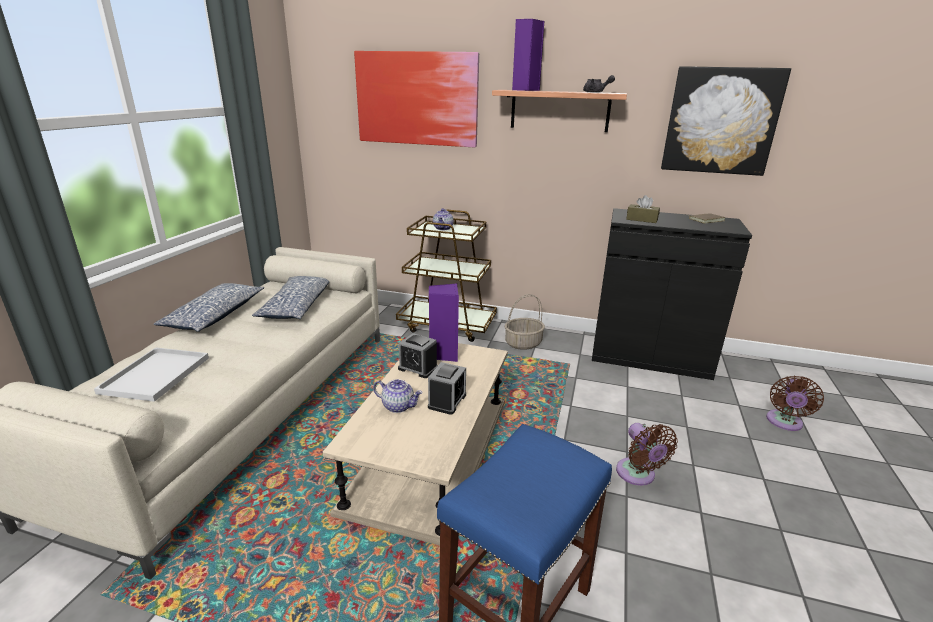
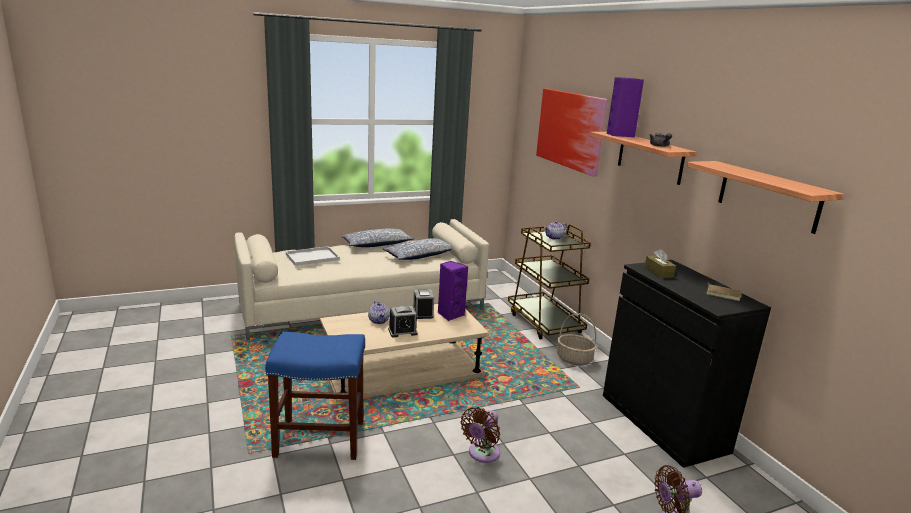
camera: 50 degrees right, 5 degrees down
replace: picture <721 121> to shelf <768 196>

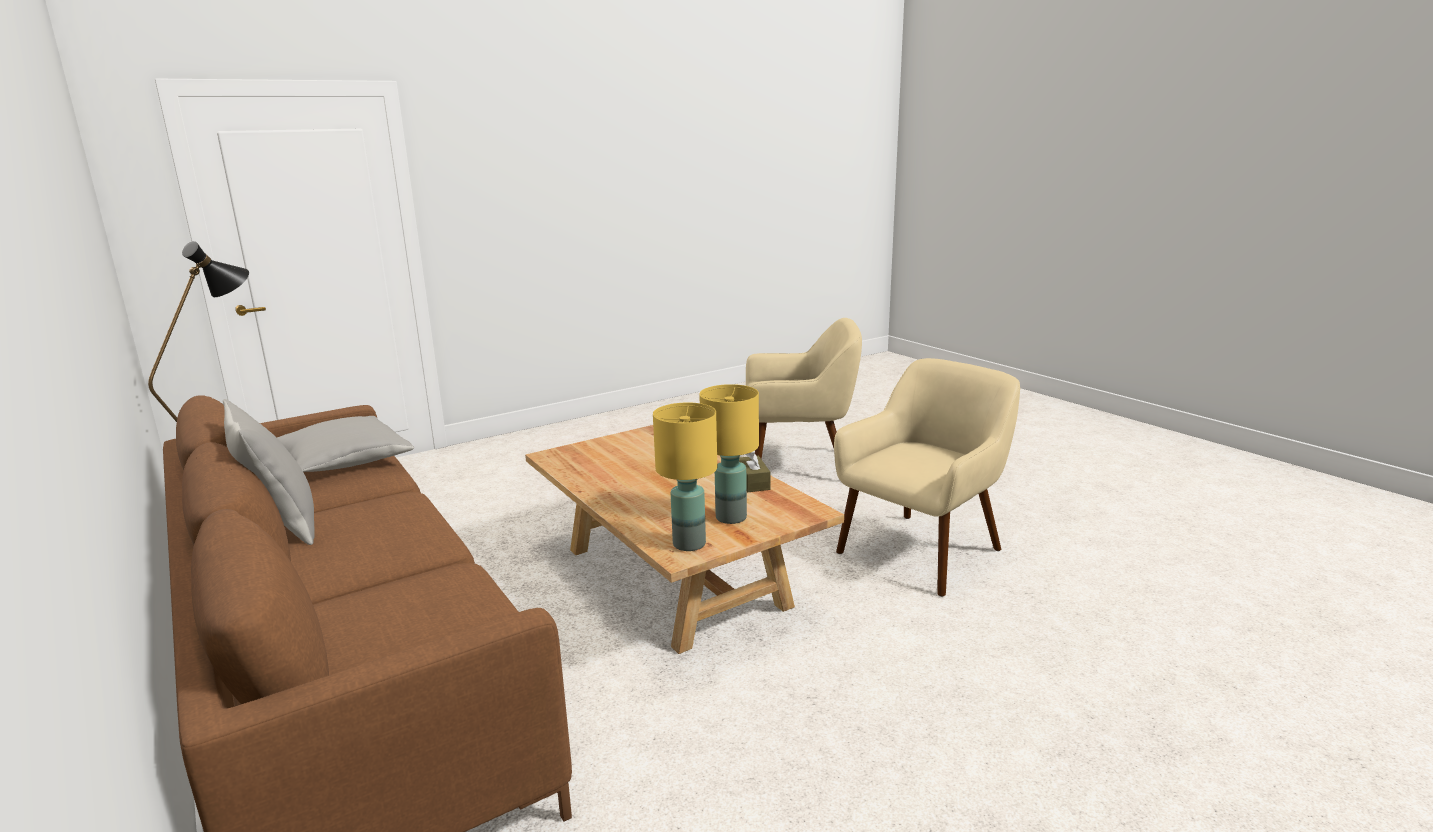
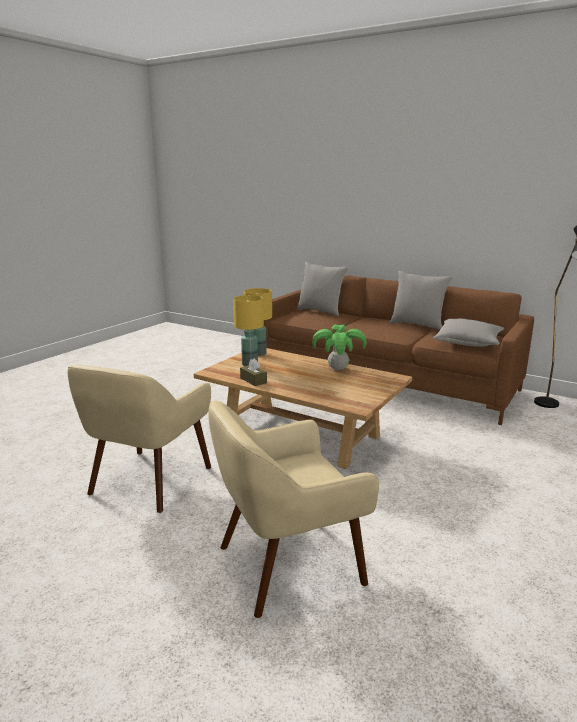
camera: 155 degrees right, 0 degrees up
insert: pillow in grey <321 311>; potted plant <337 369>

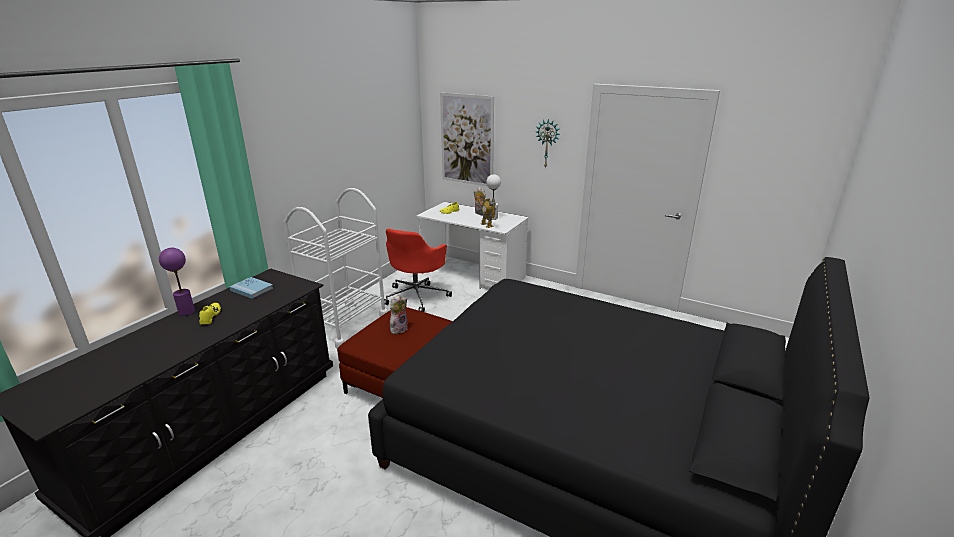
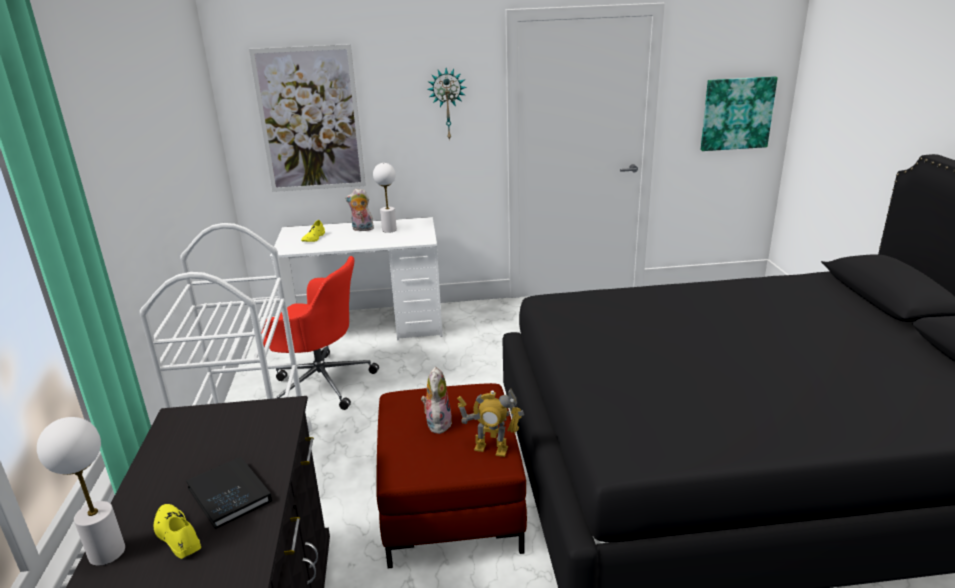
camera: 35 degrees left, 0 degrees up
delete: book in blue <252 289>
insert: picture <736 113>; book in black <229 494>
move: toy robot <486 225> to <491 449>
recolor: table lamp in purple <186 312> to table lamp in white <106 552>
rotate: office chair in red <417 296> = <321 383> 60 degrees counterclockwise

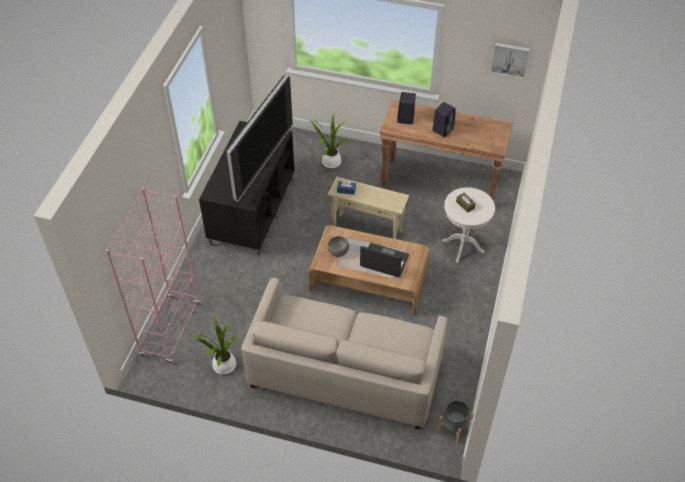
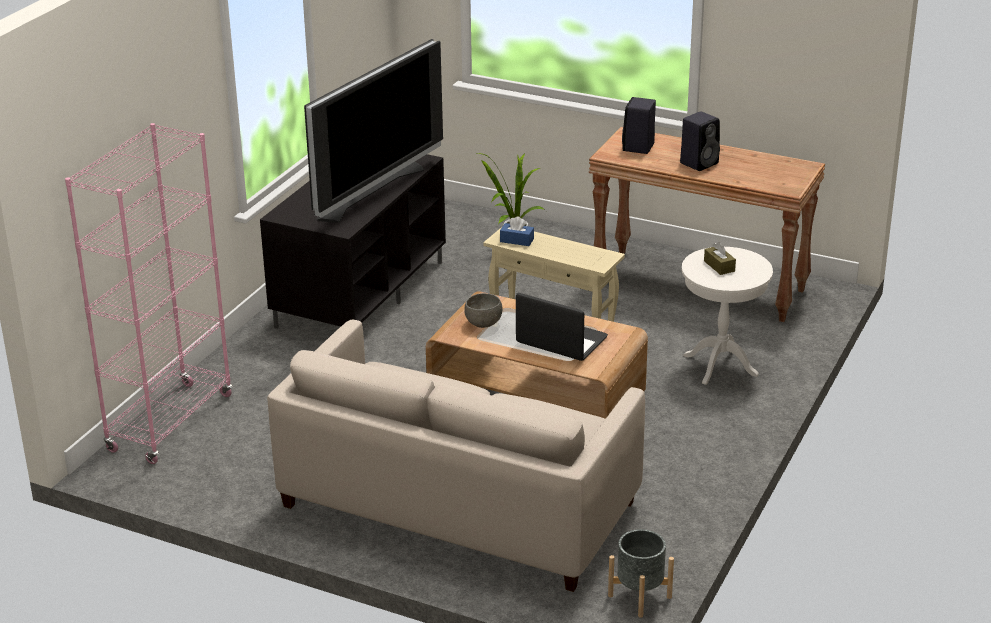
camera: 10 degrees right, 20 degrees down
delete: picture <510 59>; potted plant <222 366>

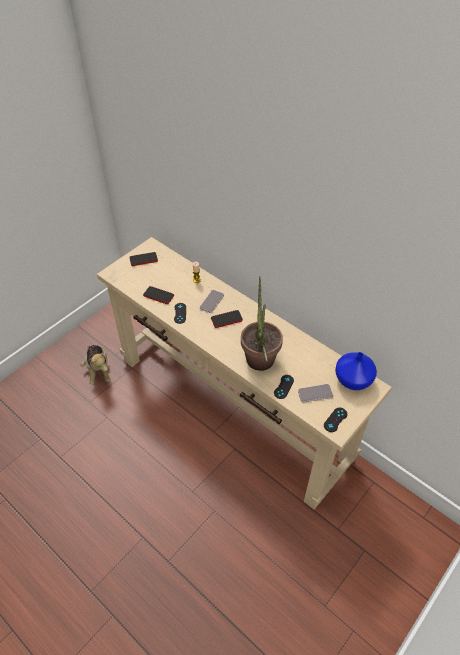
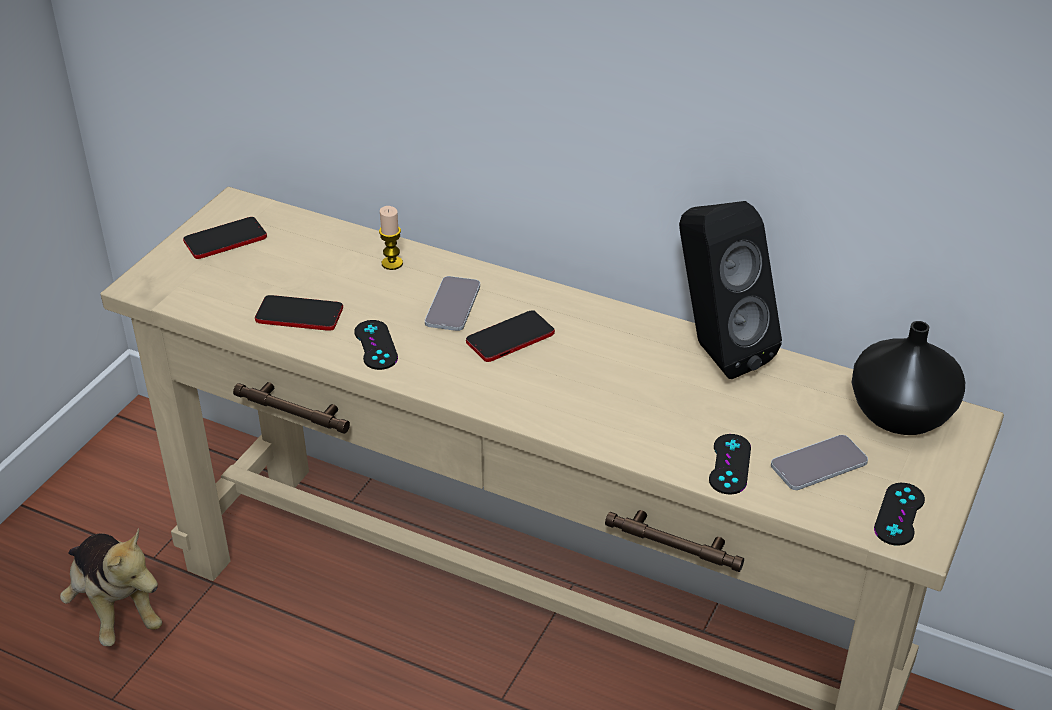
camera: 15 degrees left, 10 degrees down
delete: potted plant <259 365>
insert: speaker in black <716 352>
recolor: vase in blue <353 379> to vase in black <900 413>

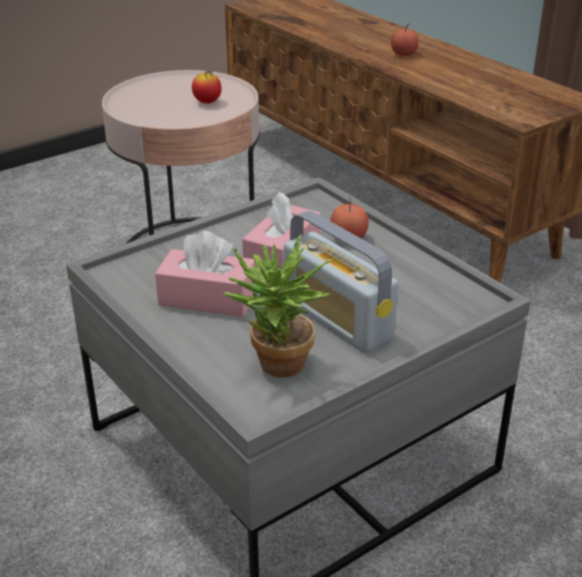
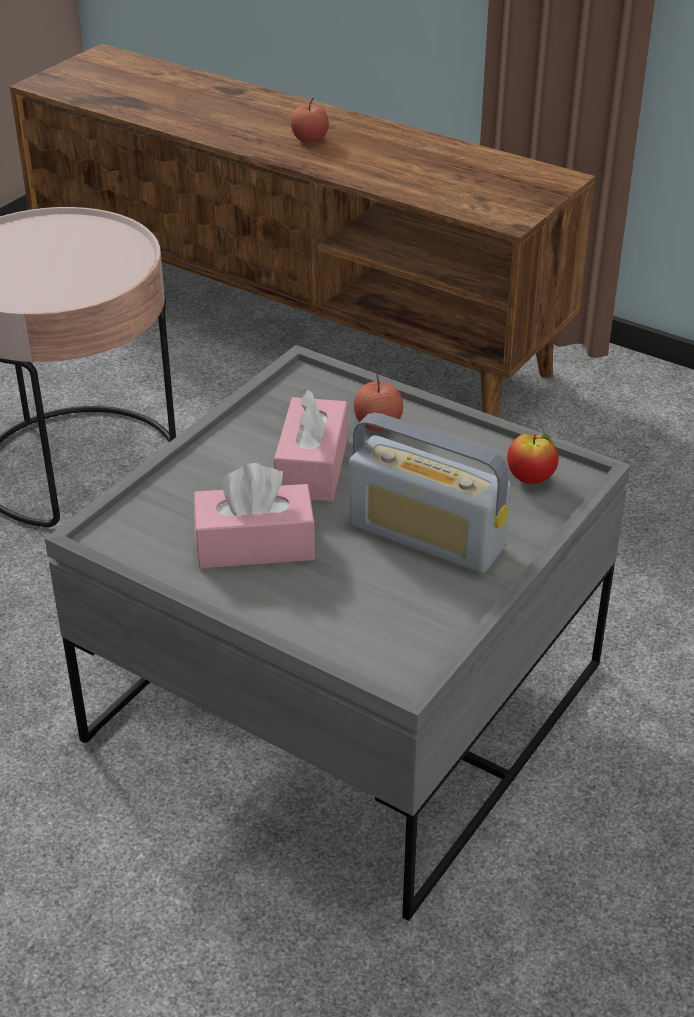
camera: 20 degrees left, 5 degrees up
delete: potted plant <277 369>
move: apple <207 102> to <530 479>

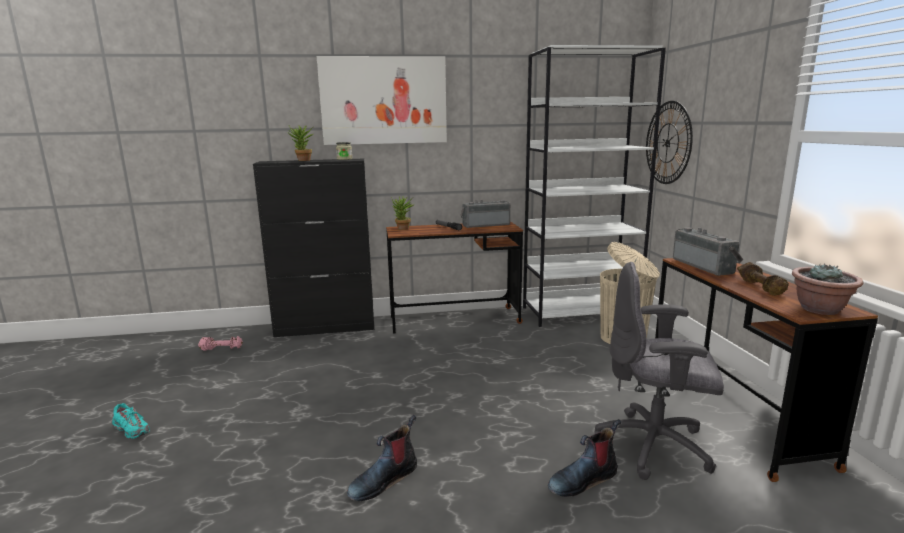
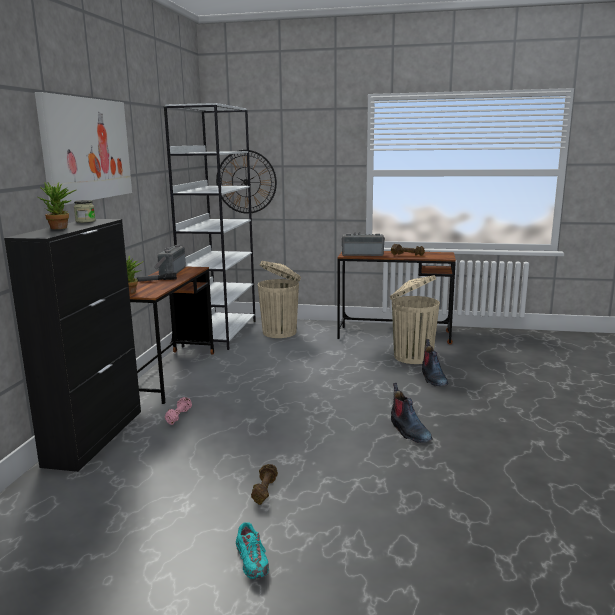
camera: 70 degrees left, 0 degrees up
delete: potted plant <820 309>
insert: dumbbell in brown <264 491>
move: dumbbell in pink <222 349> to <178 416>
replace: office chair in grey <655 446> to trash can in beige <412 357>
rotate: shoe in turquoise <132 431> = <252 562> 105 degrees clockwise

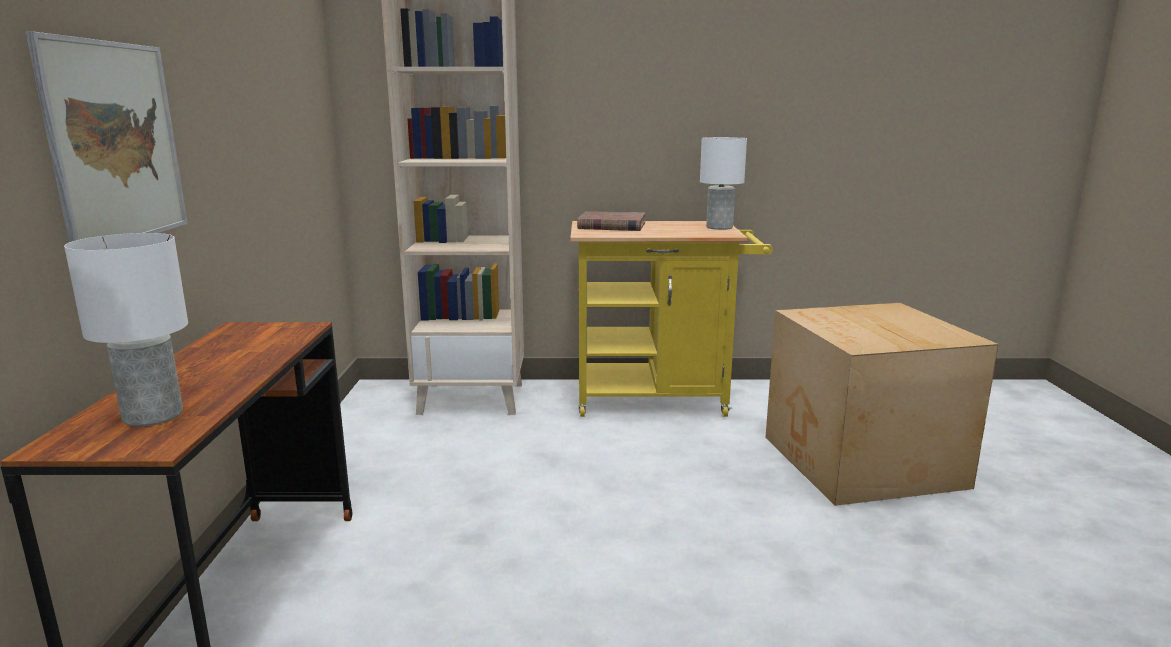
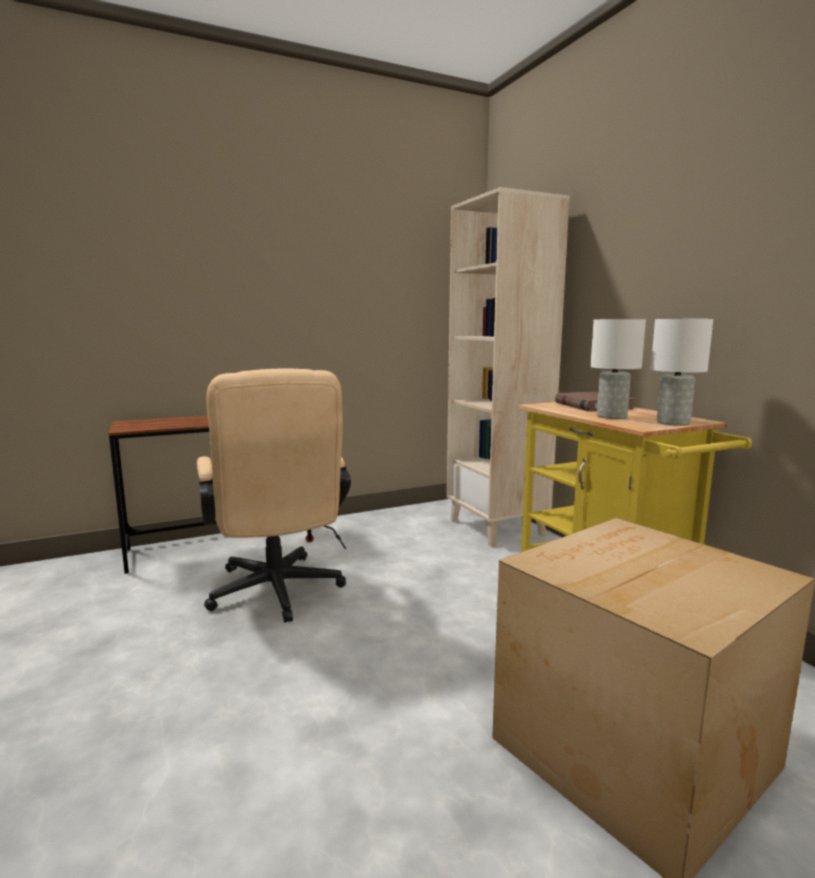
camera: 65 degrees right, 5 degrees down
delete: picture <116 143>
insert: office chair in beige <277 594>
move: table lamp in white <152 416> to <611 416>

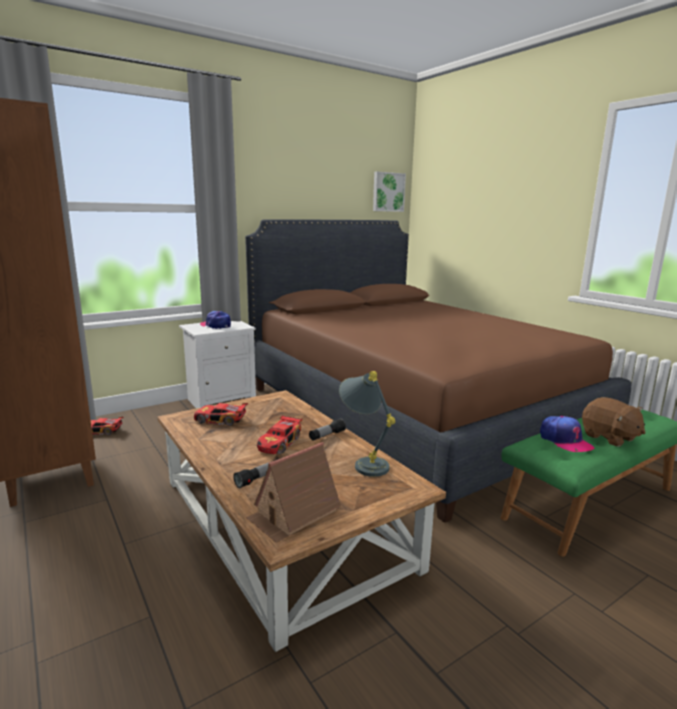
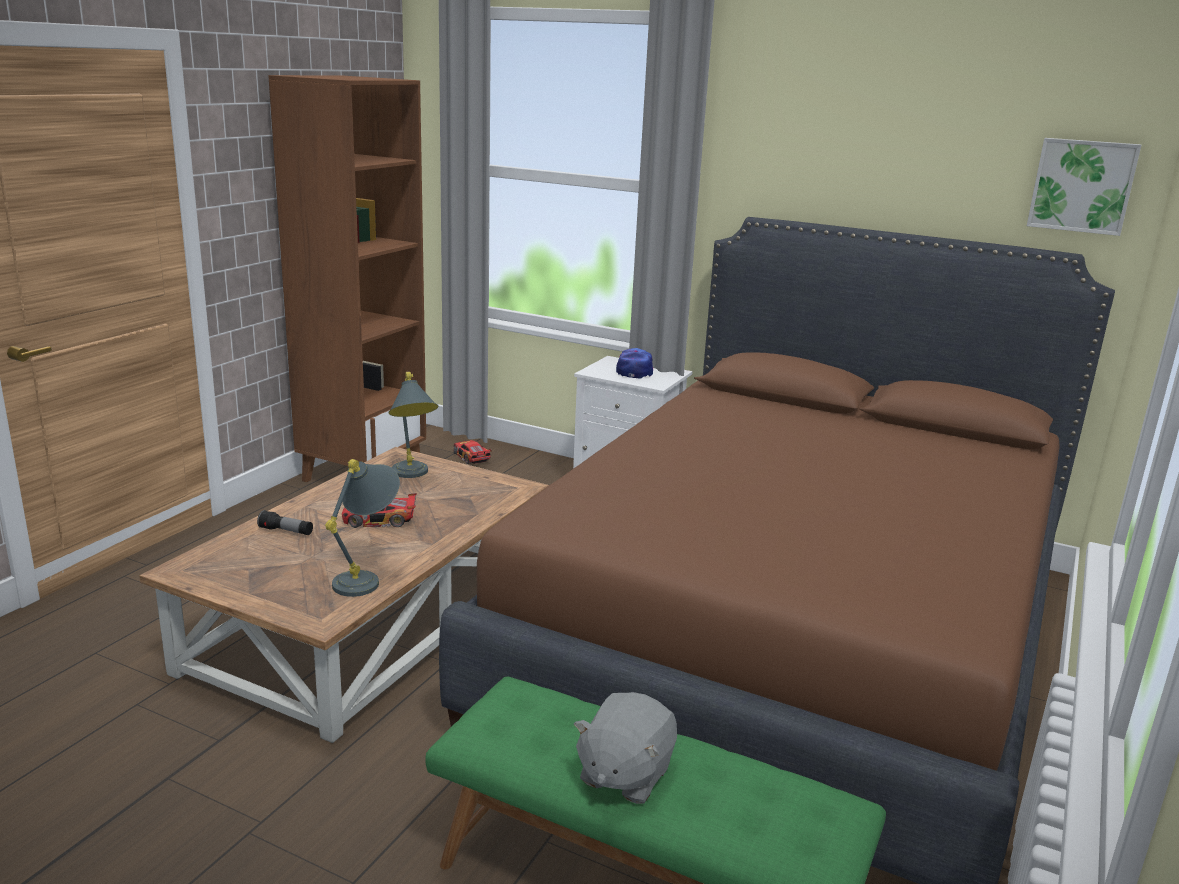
camera: 60 degrees right, 5 degrees up
delete: cap <564 440>; flashlight <327 435>; toy house <293 514>
replace: toy car <220 420> to table lamp in grey <412 476>
recolor: plush toy in brown <609 437> to plush toy in grey <624 774>

